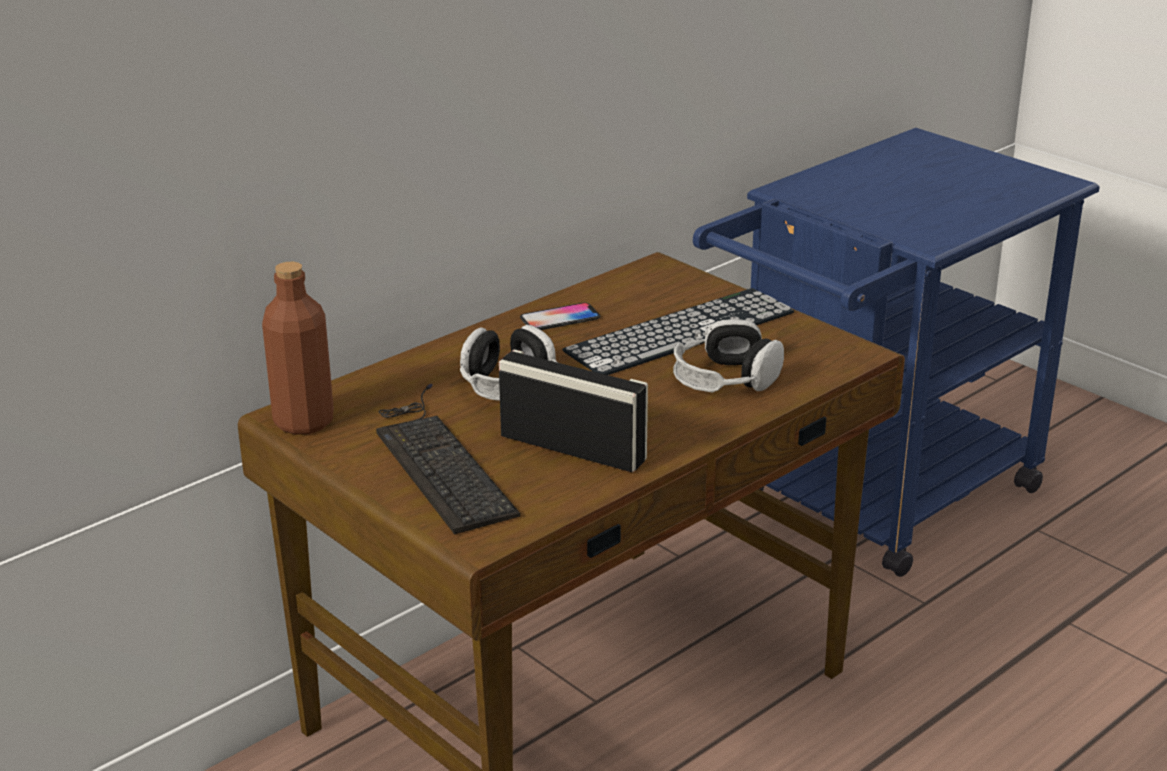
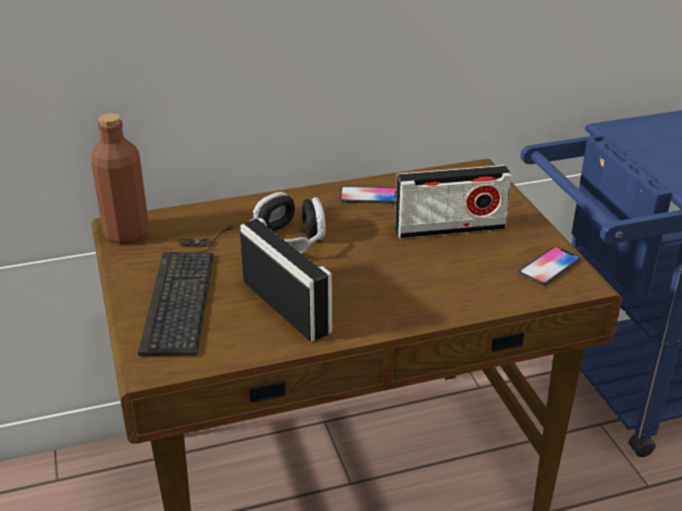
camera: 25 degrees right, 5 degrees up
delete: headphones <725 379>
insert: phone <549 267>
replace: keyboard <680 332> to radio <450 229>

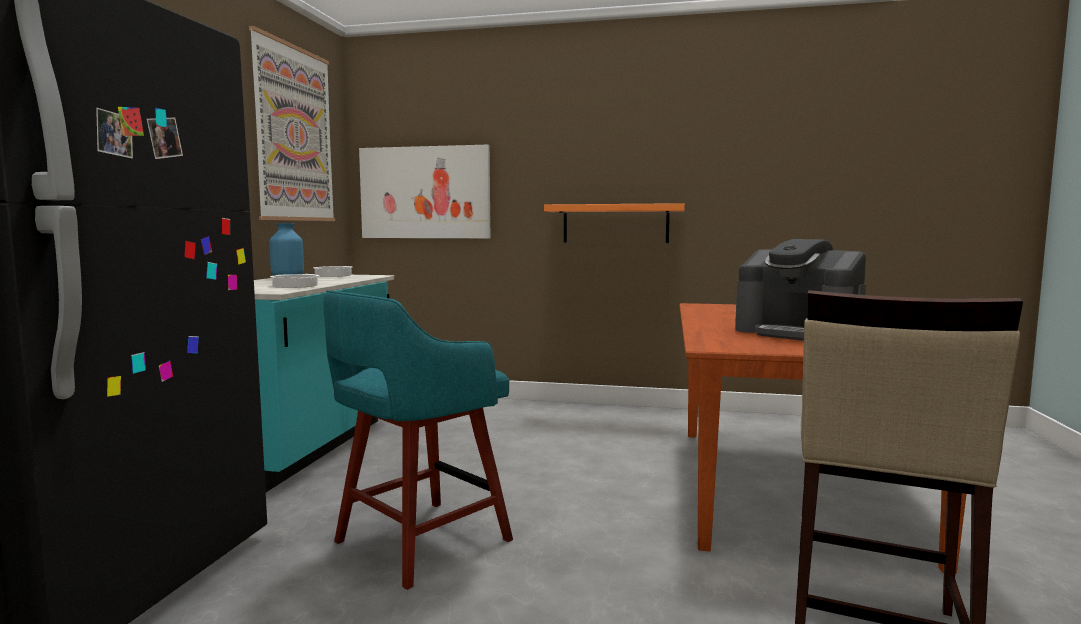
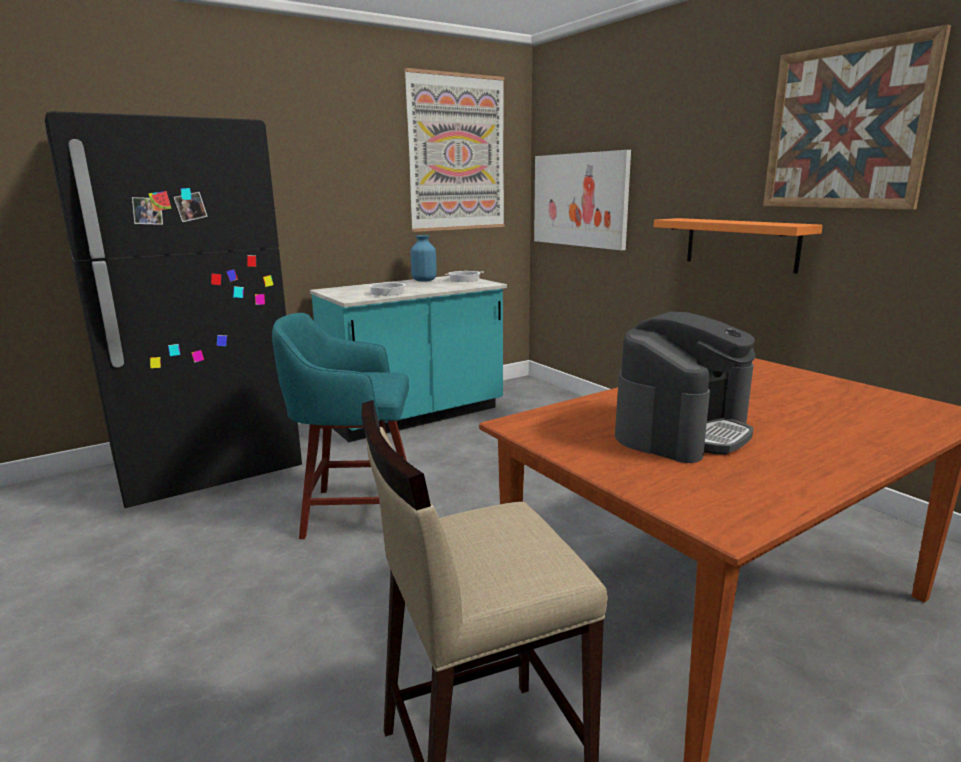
camera: 45 degrees right, 10 degrees up
insert: picture <846 127>
rotate: coffee machine <798 332> = <682 431> 135 degrees counterclockwise

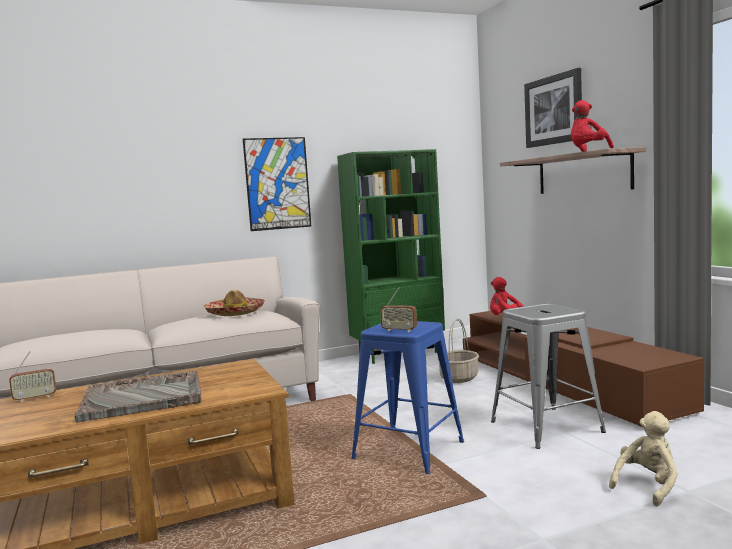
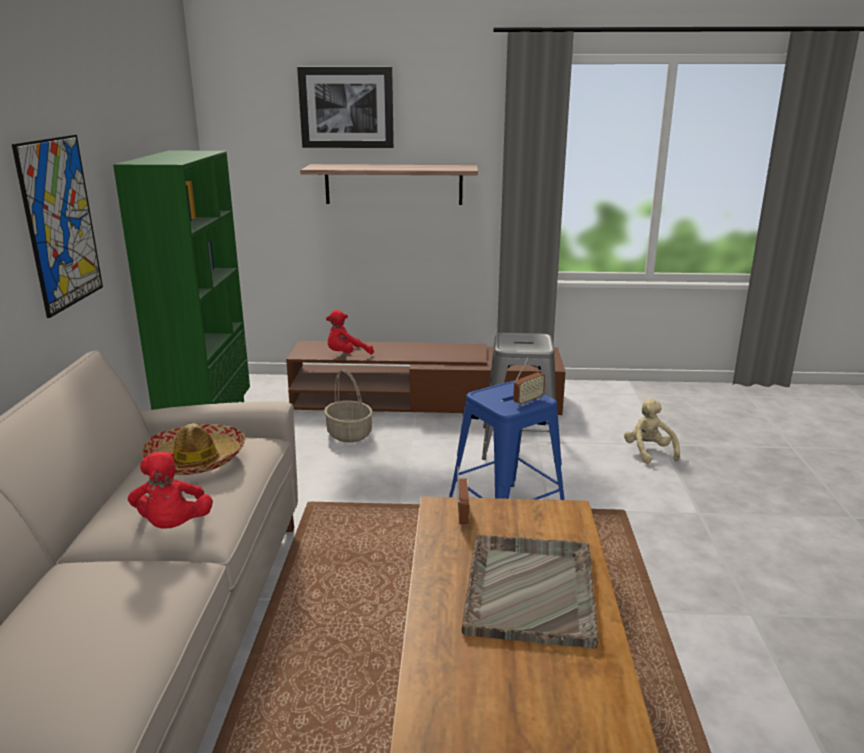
camera: 65 degrees left, 15 degrees up
move: plush toy in red <587 151> to <173 526>; radio <35 398> to <462 516>

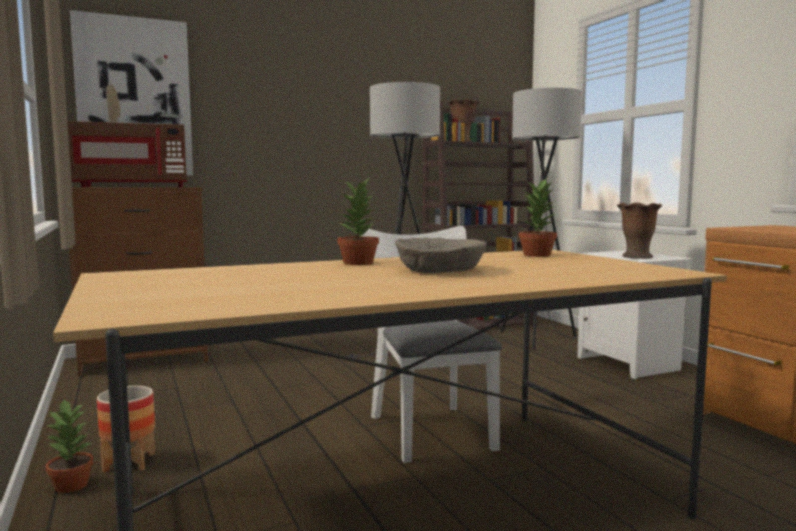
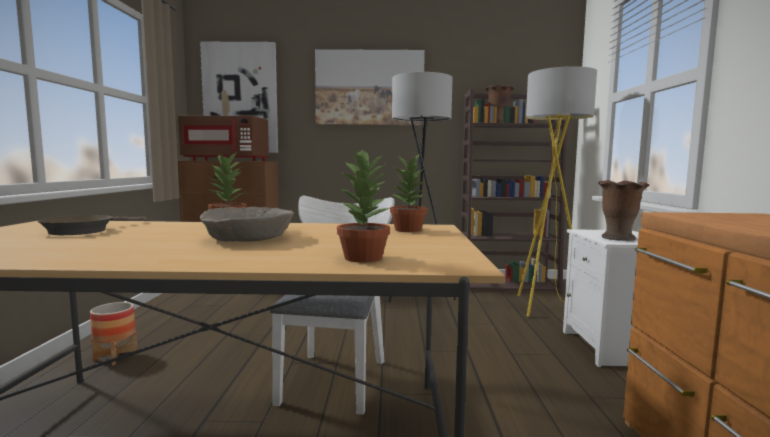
camera: 25 degrees right, 0 degrees up
insert: picture <369 88>; frying pan in brown <83 231>
move: potted plant <72 485> to <364 258>
recolor: floor lamp in grey <542 339> to floor lamp in yellow <550 307>

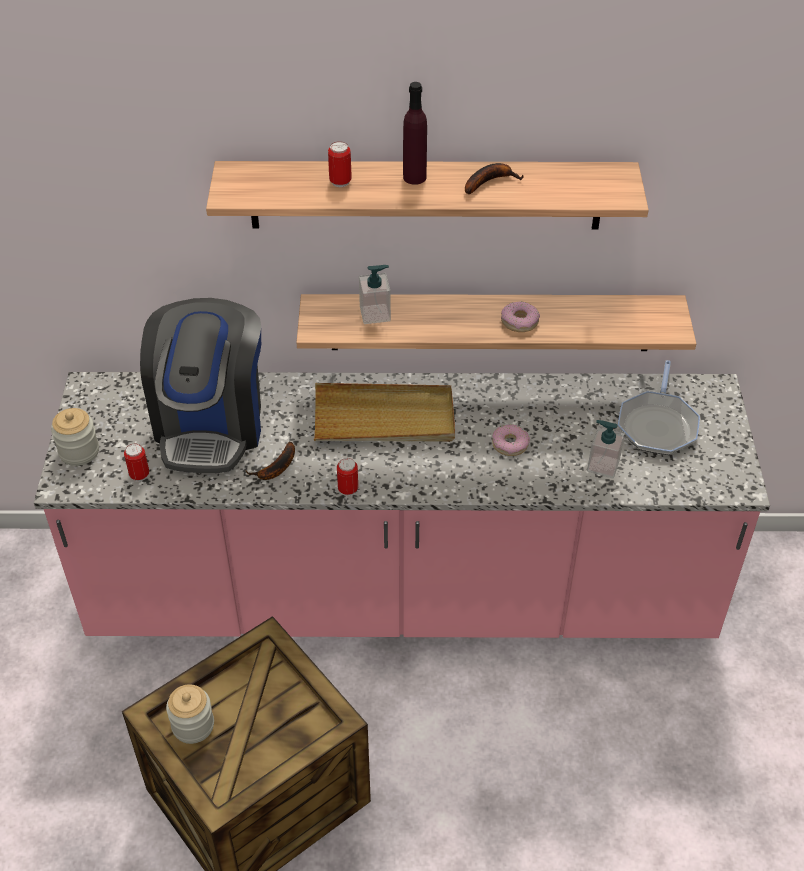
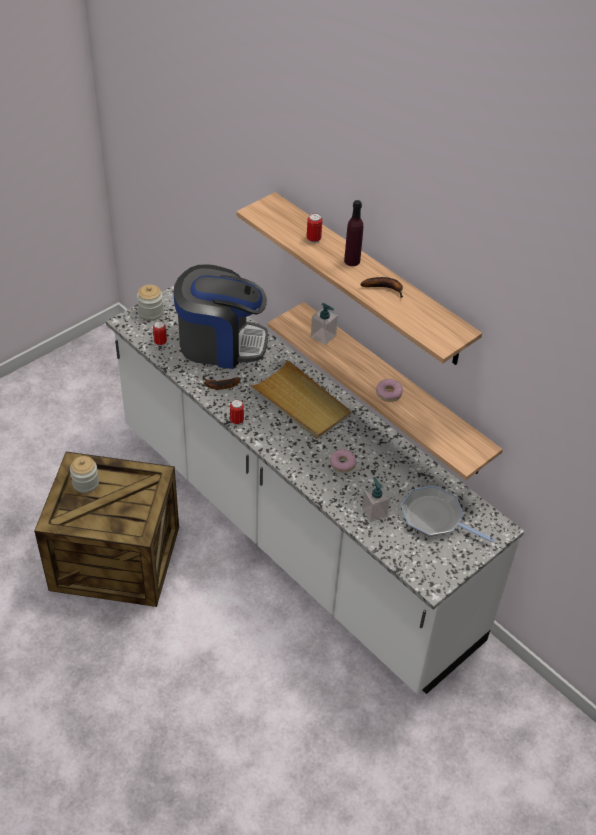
camera: 45 degrees right, 0 degrees up
recolor: counter in pink <402 597> to counter in white <291 532>
rotate: coffee machine <211 423> = <220 343> 135 degrees counterclockwise; frying pan <657 424> = <435 518> 60 degrees clockwise

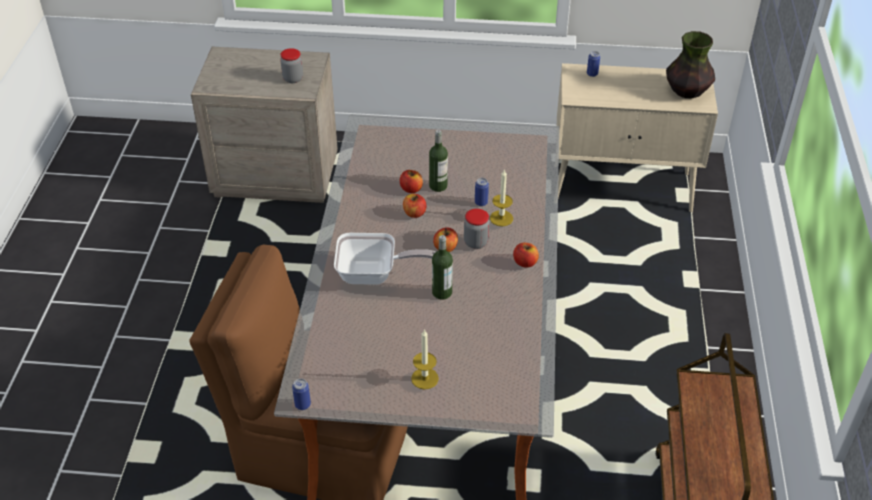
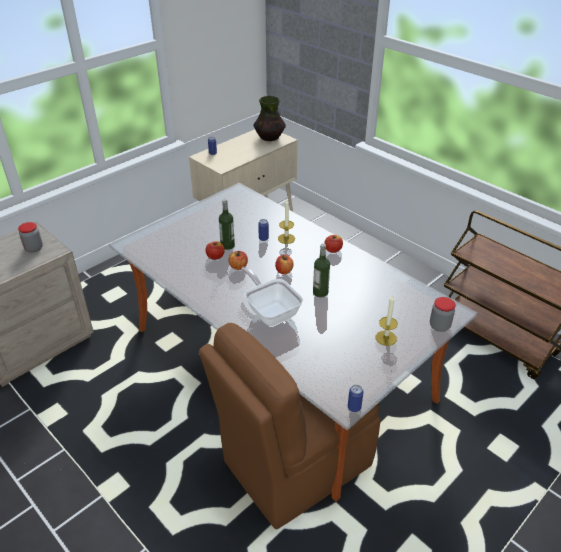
camera: 50 degrees left, 5 degrees down
move: jar <476 242> to <439 326>
rotate: frying pan <373 274> = <270 311> 75 degrees counterclockwise

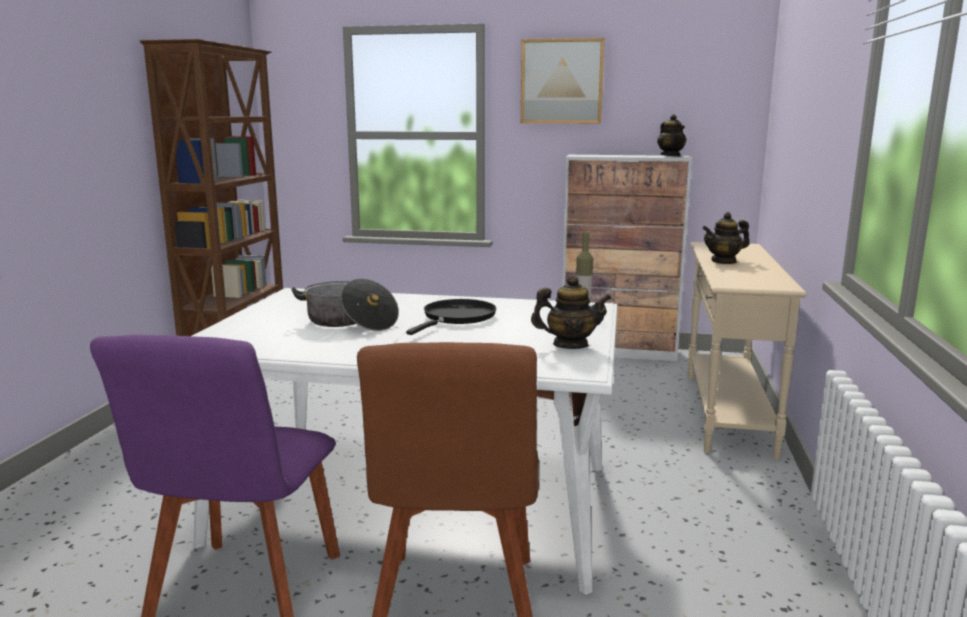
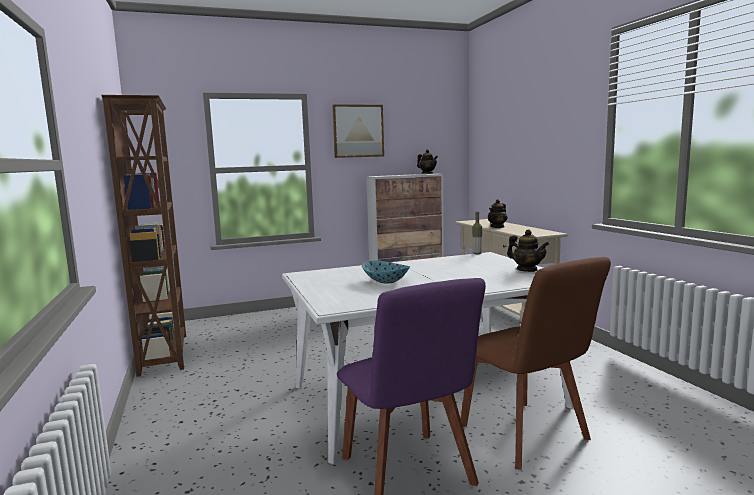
camera: 30 degrees left, 5 degrees down
delete: frying pan in black <457 318>
replace: cooking pot <349 322> to bowl <386 281>
rotate: teapot <570 345> = <527 270> 75 degrees clockwise

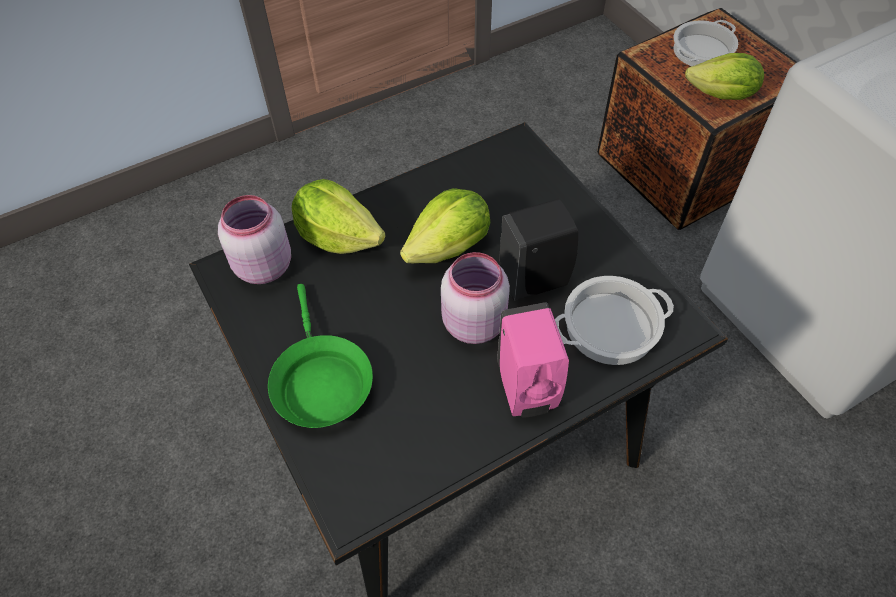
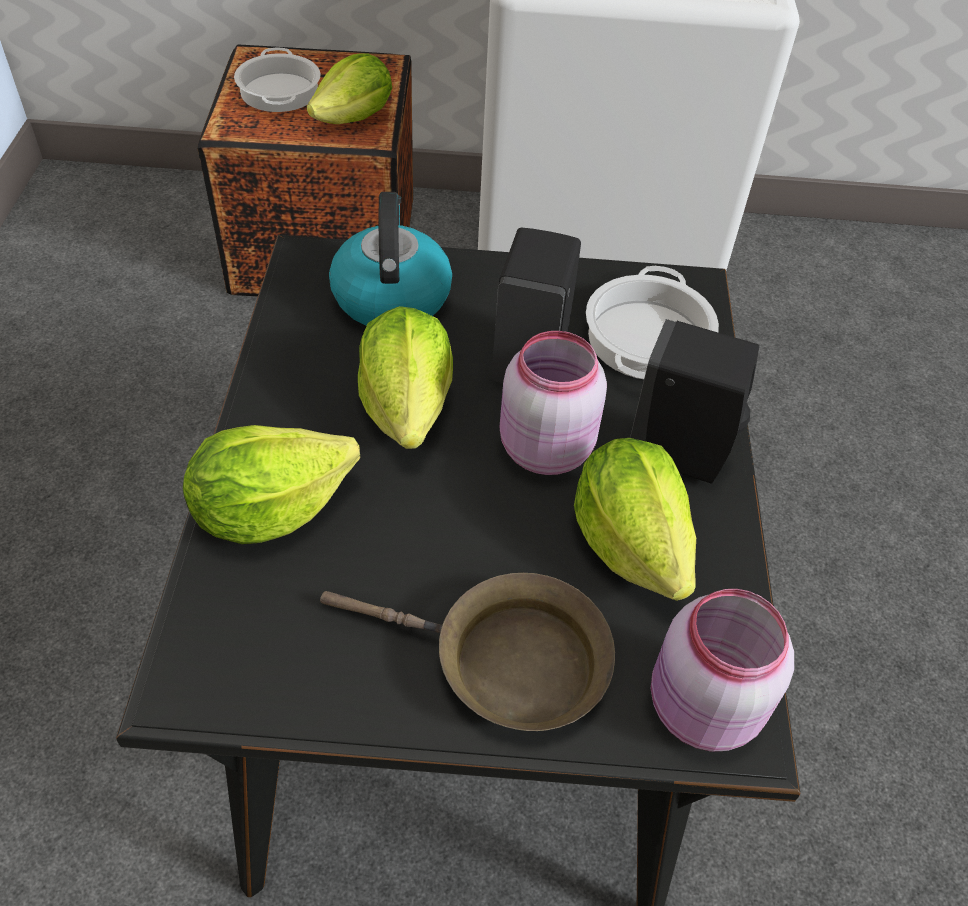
camera: 60 degrees left, 5 degrees down
insert: kettle <390 296>; lettuce <630 543>
move: jar in pink <262 266> to <700 709>
recolor: frying pan in green <320 381> to frying pan in brown <506 661>; soap dispenser in pink <527 391> to soap dispenser in black <681 455>

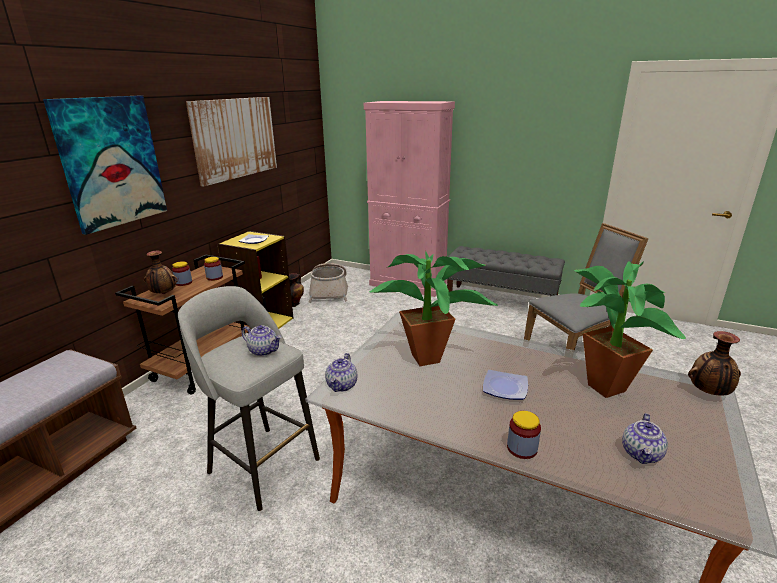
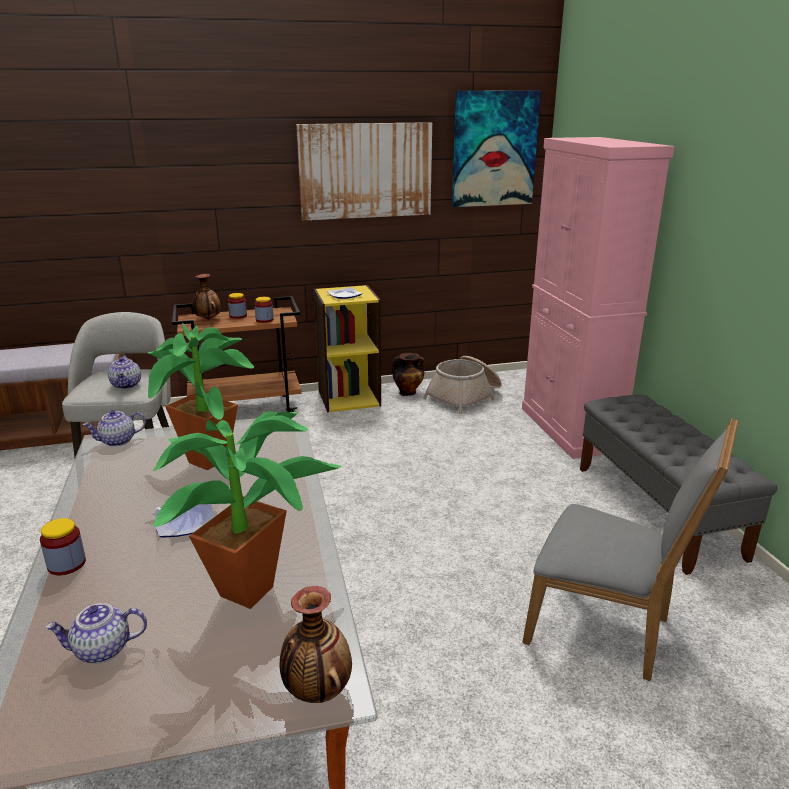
camera: 50 degrees right, 0 degrees up
move: picture <111 162> to <494 149>

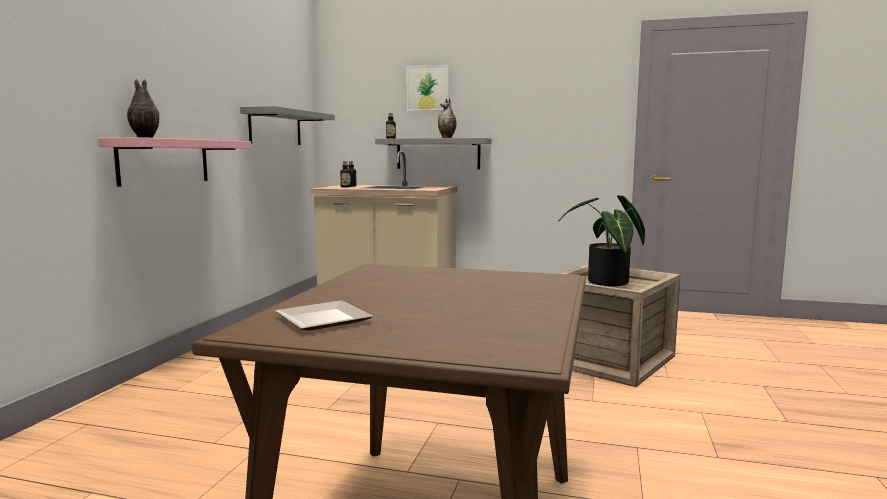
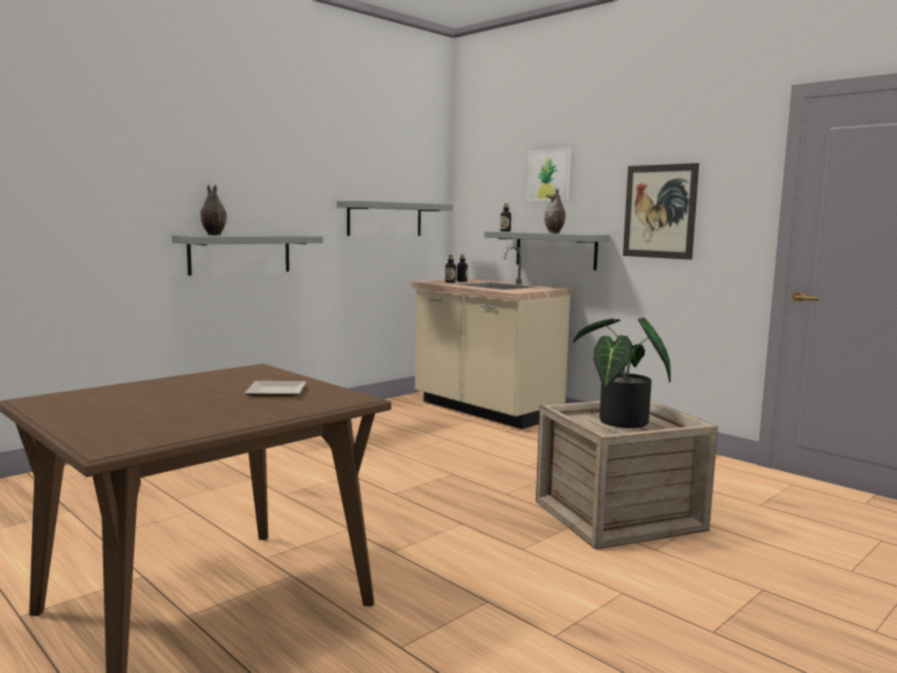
camera: 30 degrees right, 0 degrees up
insert: picture <659 211>
move: plate <322 321> to <274 392>
recolor: shelf in pink <164 161> to shelf in grey <240 254>

